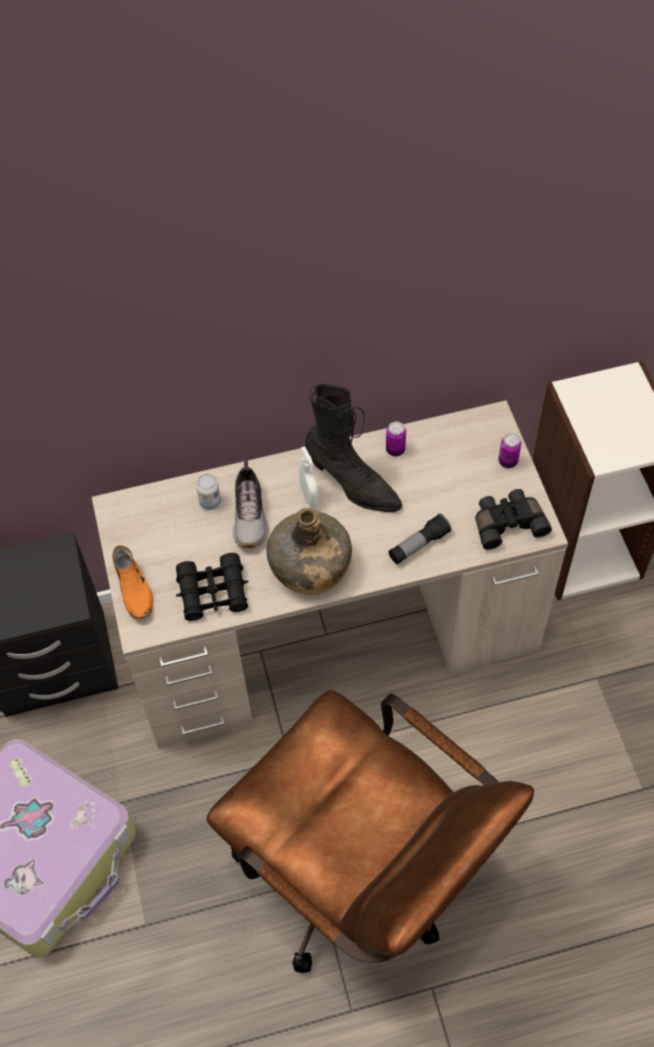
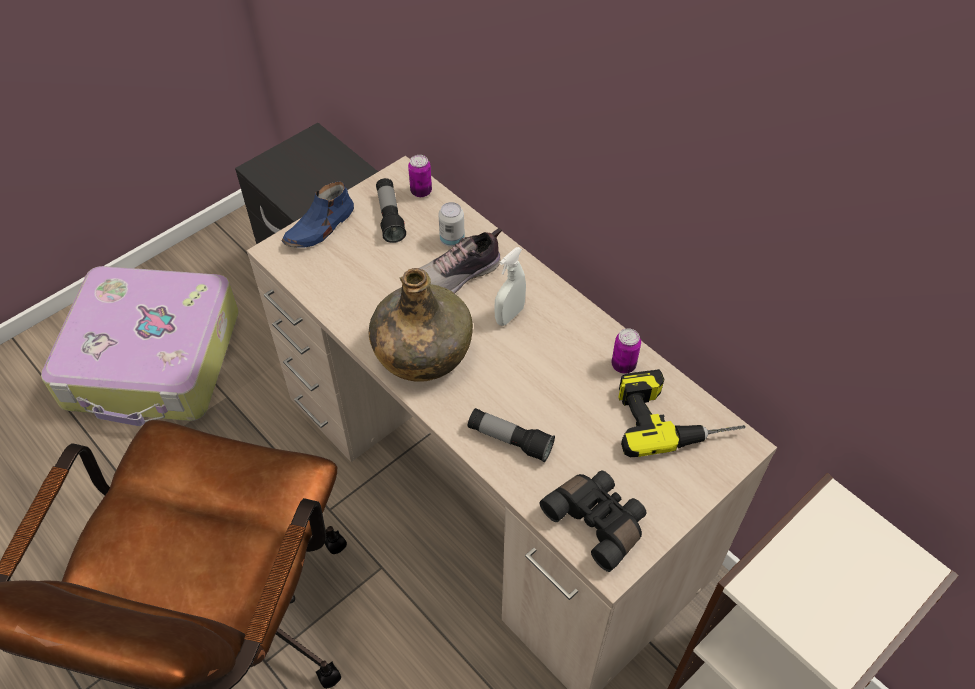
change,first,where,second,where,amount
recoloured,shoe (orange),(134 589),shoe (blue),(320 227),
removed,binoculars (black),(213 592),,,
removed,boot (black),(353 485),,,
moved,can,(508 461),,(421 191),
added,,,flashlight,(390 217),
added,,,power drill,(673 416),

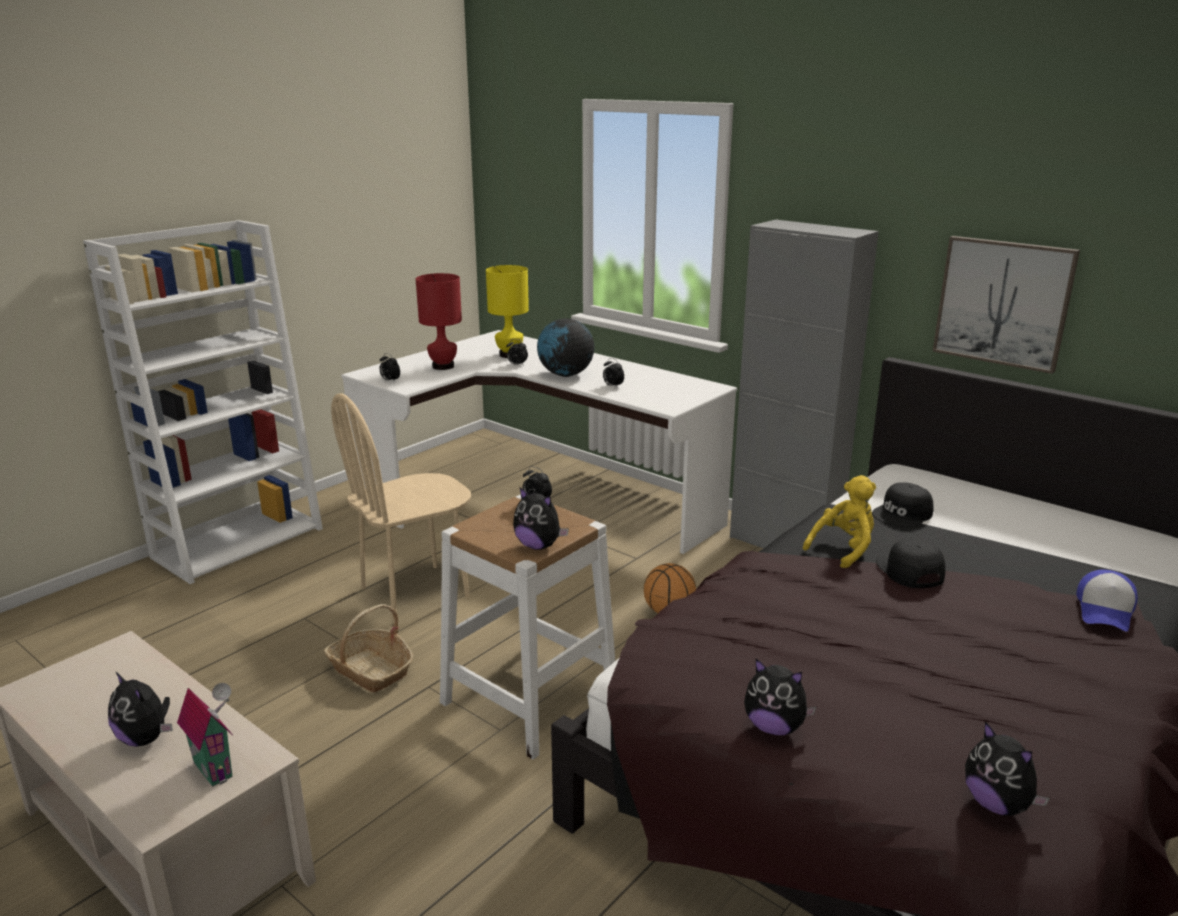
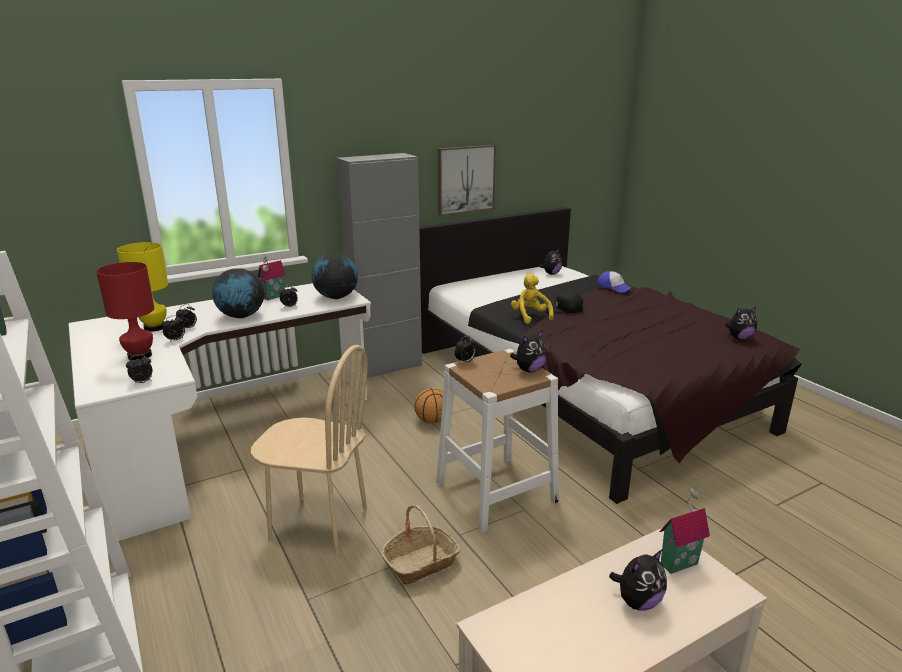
change,first,where,second,where,amount
turned,chair (beige),(415 593),,(319 524),60 degrees counterclockwise
moved,plush toy,(774 727),,(551 274),
removed,cap (black),(903 514),,,
added,,,alarm clock,(176 340),
added,,,toy house,(274 297),
added,,,globe,(336 297),

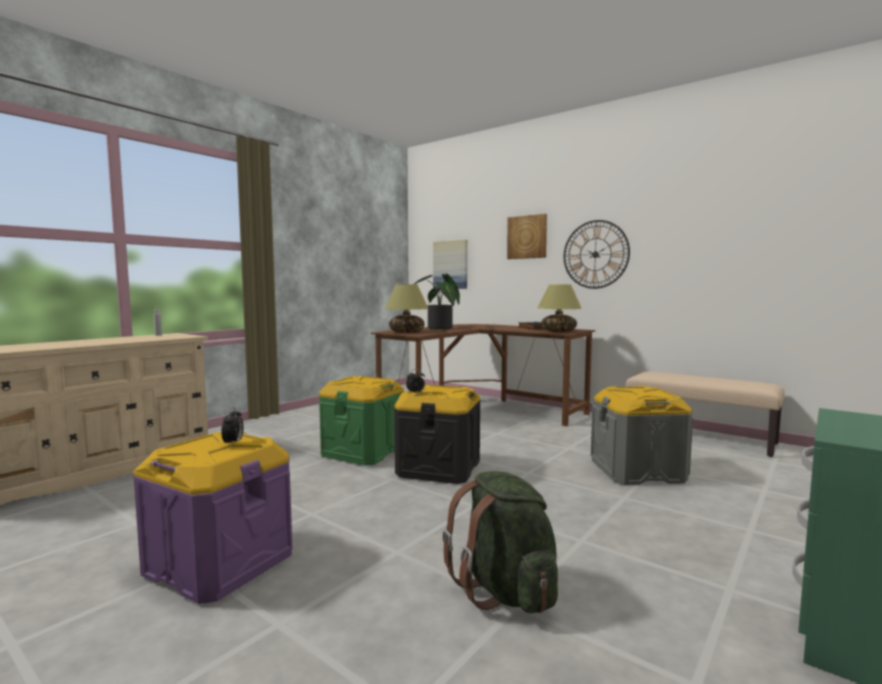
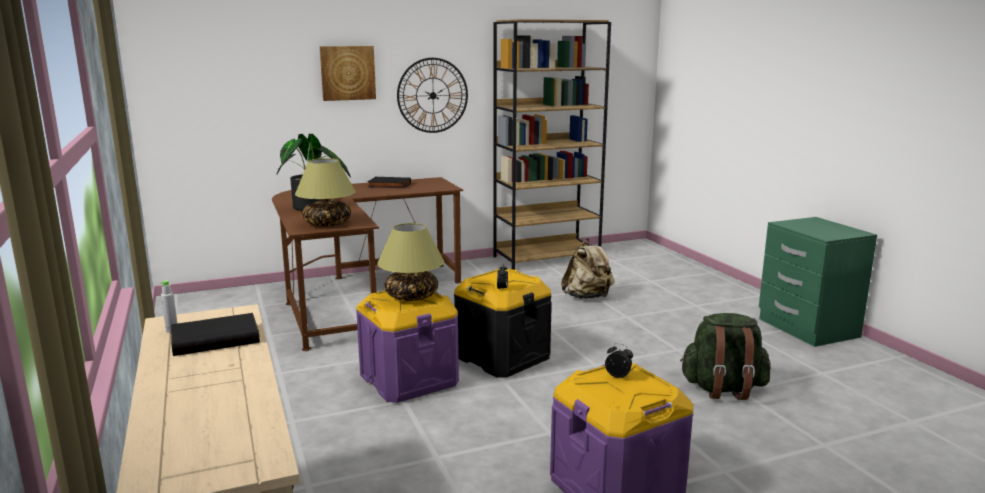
change,first,where,second,where,amount
recoloured,storage box (green),(363 452),storage box (purple),(409 379),
removed,picture,(450 264),,,
moved,table lamp,(559 331),,(412 296),
replaced,storage box (grey),(637 471),backpack (beige),(587 297),
replaced,bench (beige),(699 437),bookcase (brown),(547 258),
added,,,book (black),(216 338),

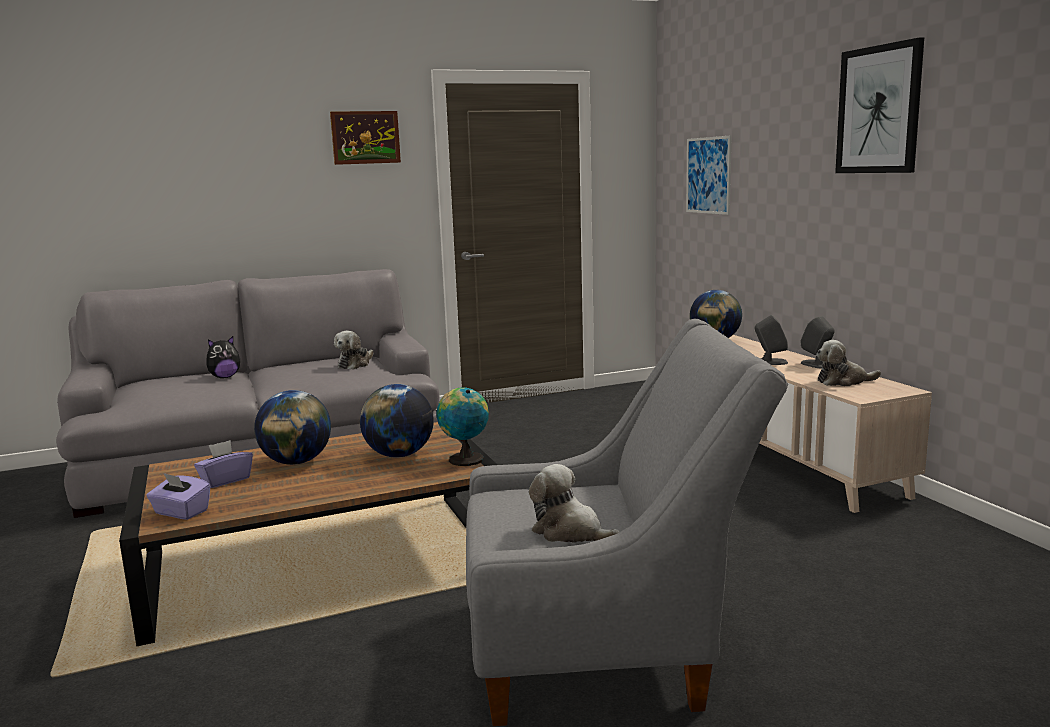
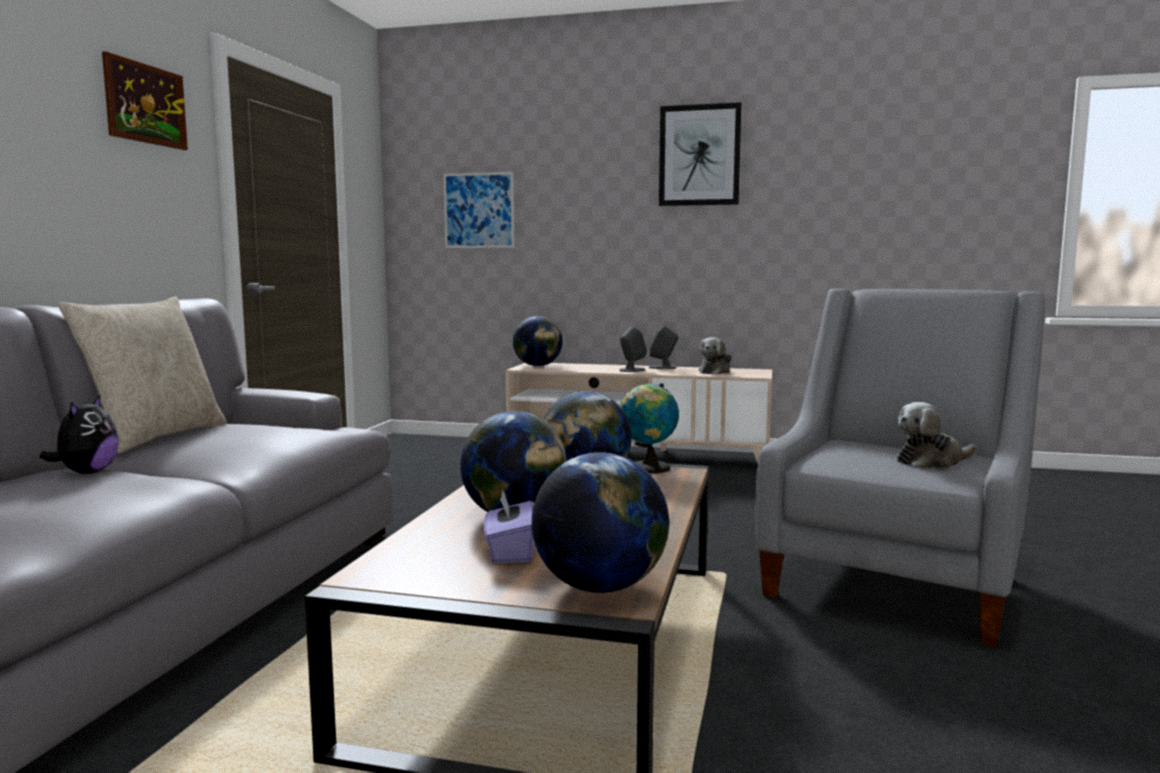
change,first,where,second,where,amount
replaced,tissue box (purple),(181 512),globe,(600 587),
removed,plush toy,(355 364),,,
added,,,pillow (beige),(155 437),

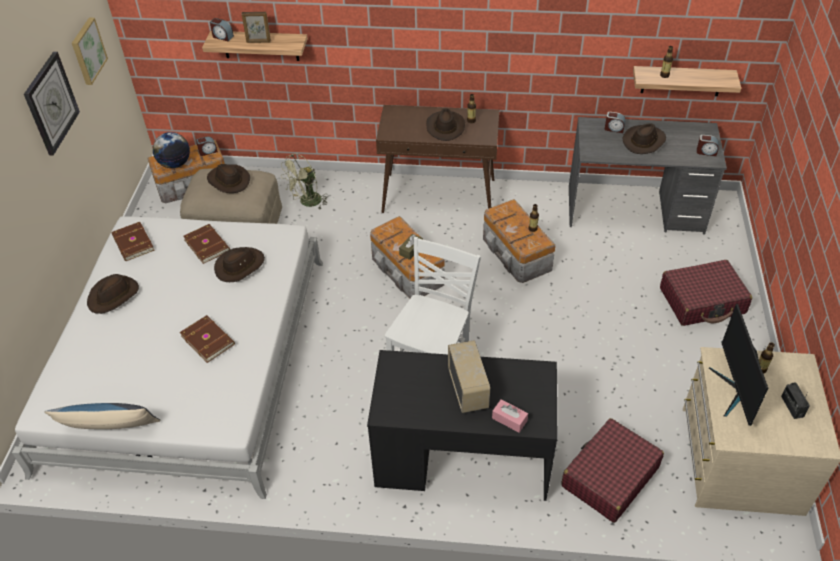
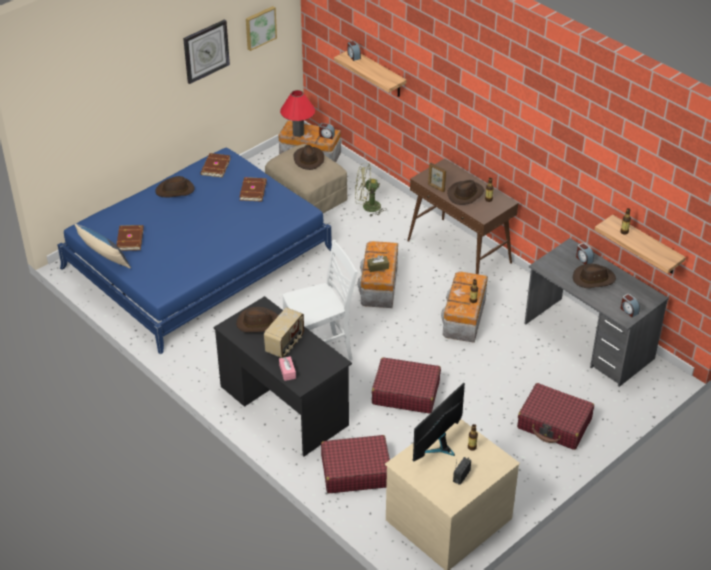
change,first,where,second,where,amount
recoloured,bed (white),(189 359),bed (blue),(198 259),
replaced,globe,(175 164),table lamp (red),(298 133),
moved,book (brown),(208 339),,(131 239),
moved,hat (brown),(239 266),,(258 323),
moved,picture frame,(258 42),,(436 188),
added,,,suitcase (red),(405 392),

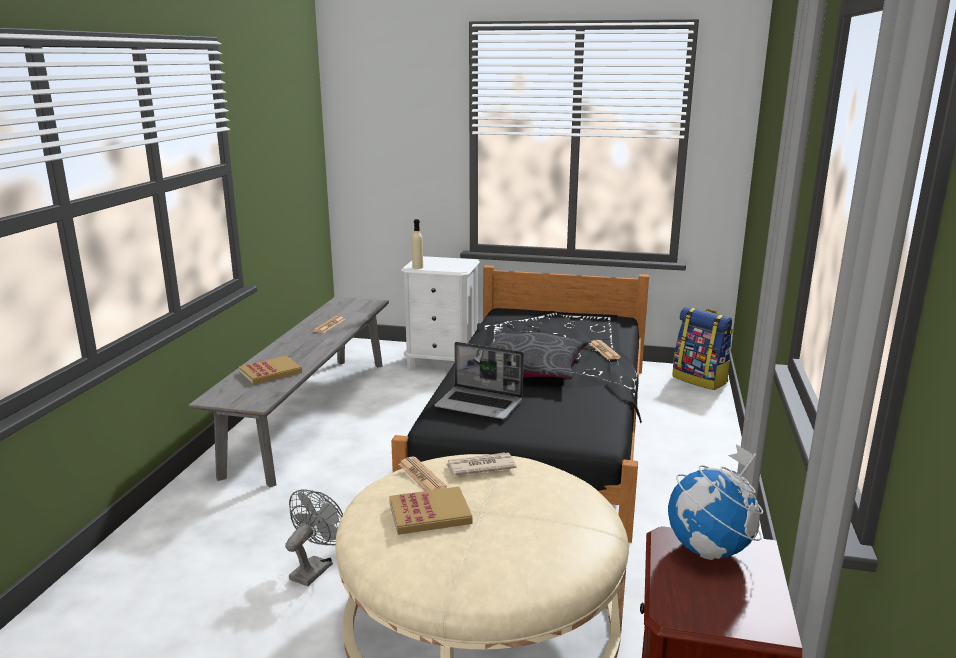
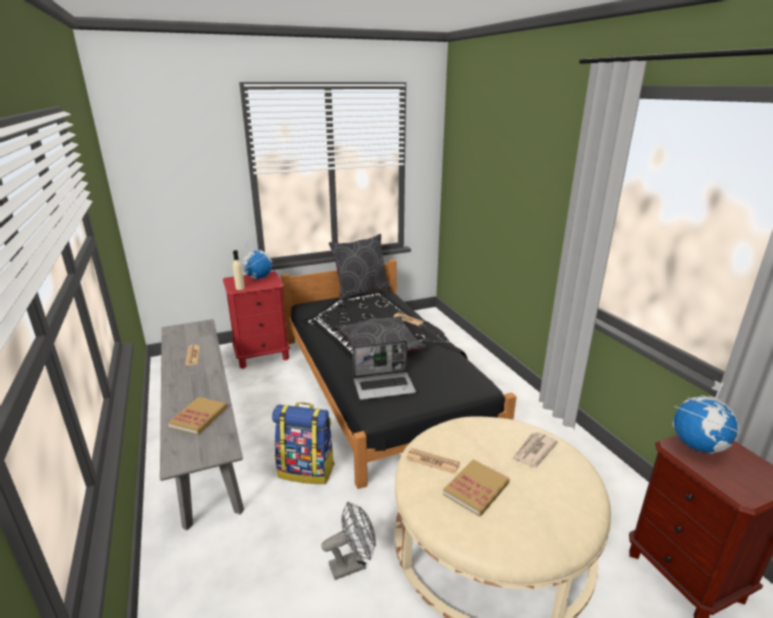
change,first,where,second,where,amount
turned,fan (grey),(315 568),,(352 564),75 degrees clockwise
recoloured,nightstand (white),(442 363),nightstand (red),(262 355),
moved,newspaper,(480 466),,(533 451),
moved,backpack,(700 380),,(307 470),
added,,,globe,(258 278),
added,,,pillow (grey),(361 291),

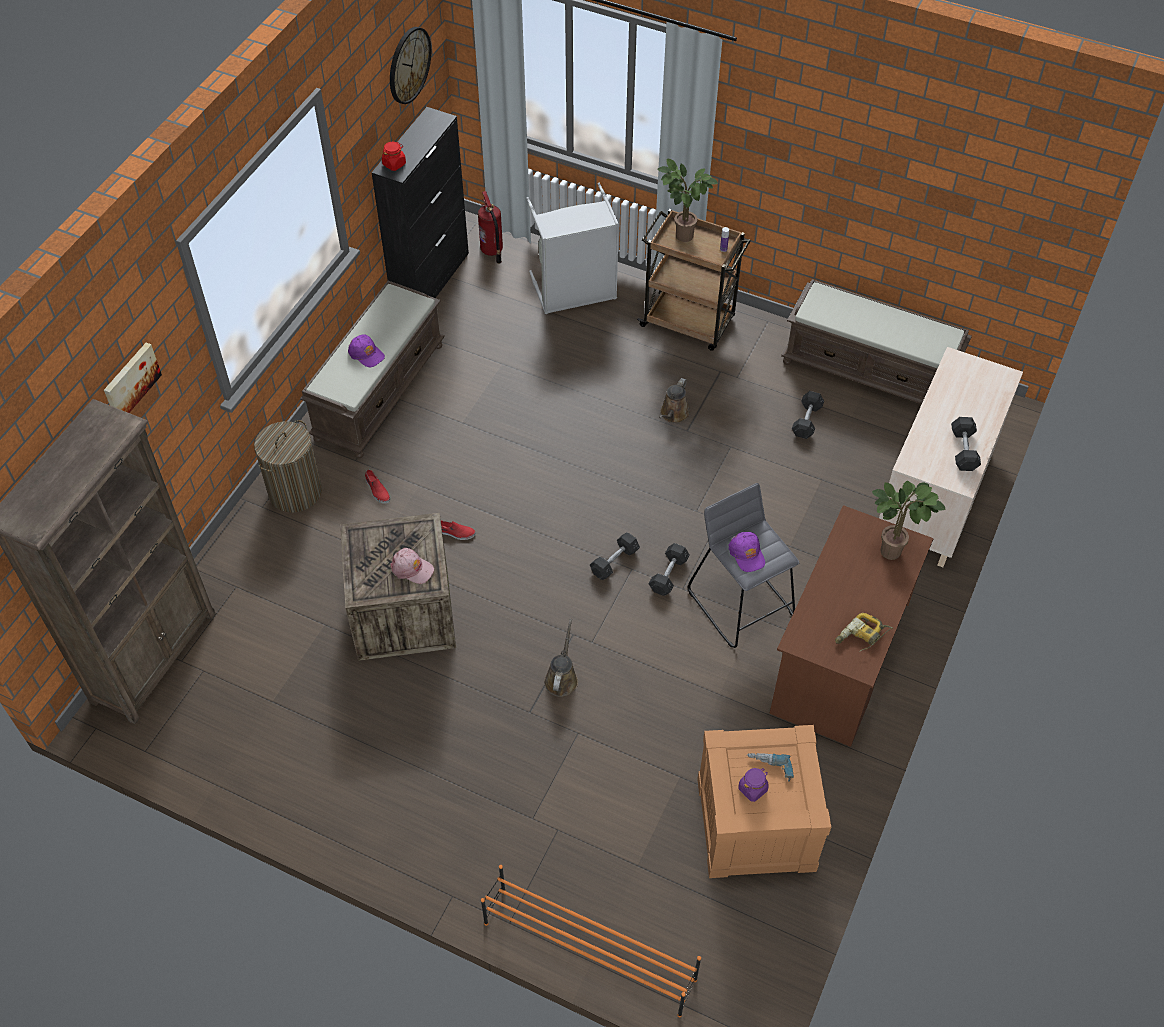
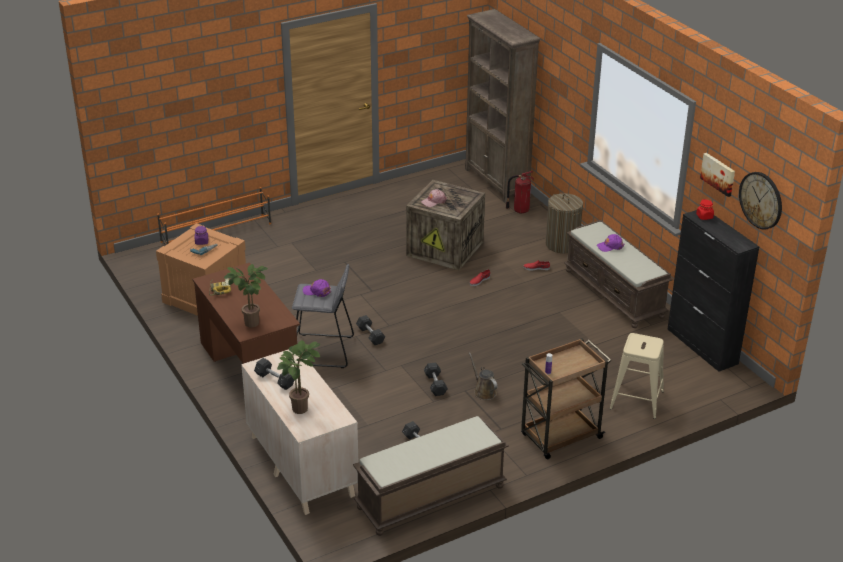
change,first,where,second,where,amount
moved,picture,(130 381),,(718 174),
moved,fire extinguisher,(492 251),,(520 210),
replaced,laundry basket (grey),(575 292),stool (beige),(637 400),
removed,watering can (brown),(561 678),,,
moved,dumbbell (grey),(614 561),,(435 384),
moved,potted plant,(681 237),,(300 407),

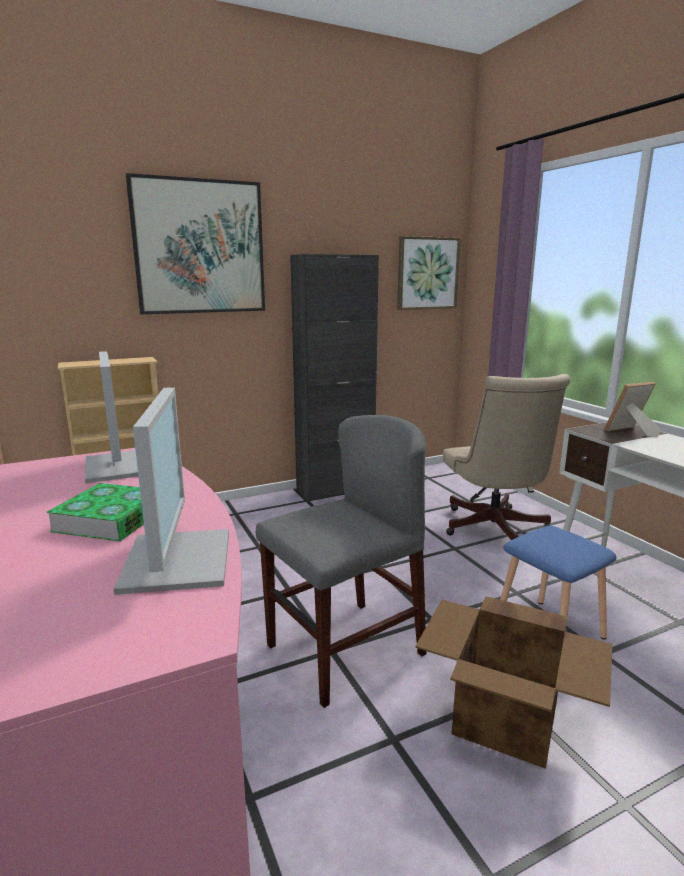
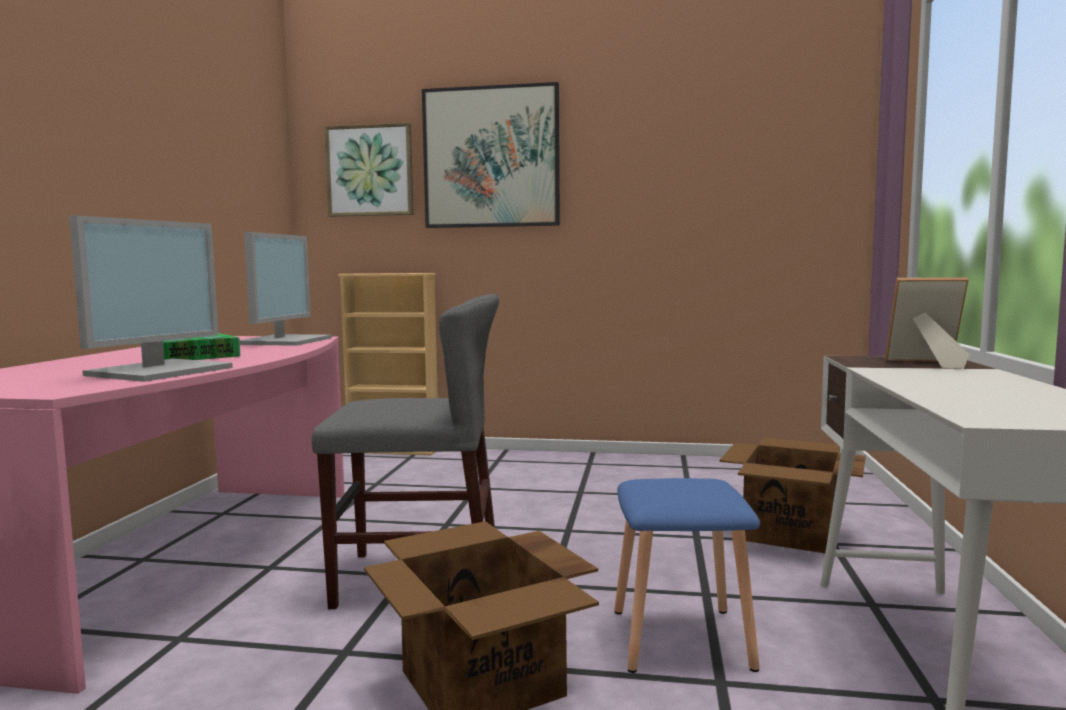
change,first,where,second,where,amount
removed,cabinet (black),(335 489),,,
moved,picture,(427 273),,(370 171),
replaced,office chair (beige),(494 530),cardboard box,(789 534),

